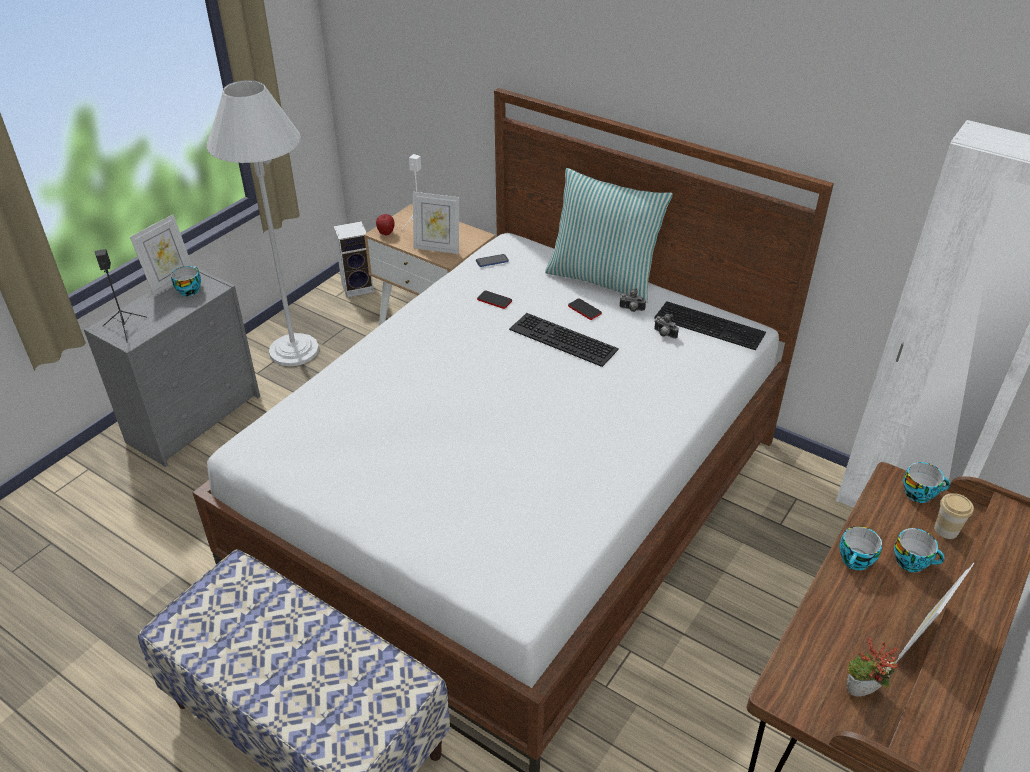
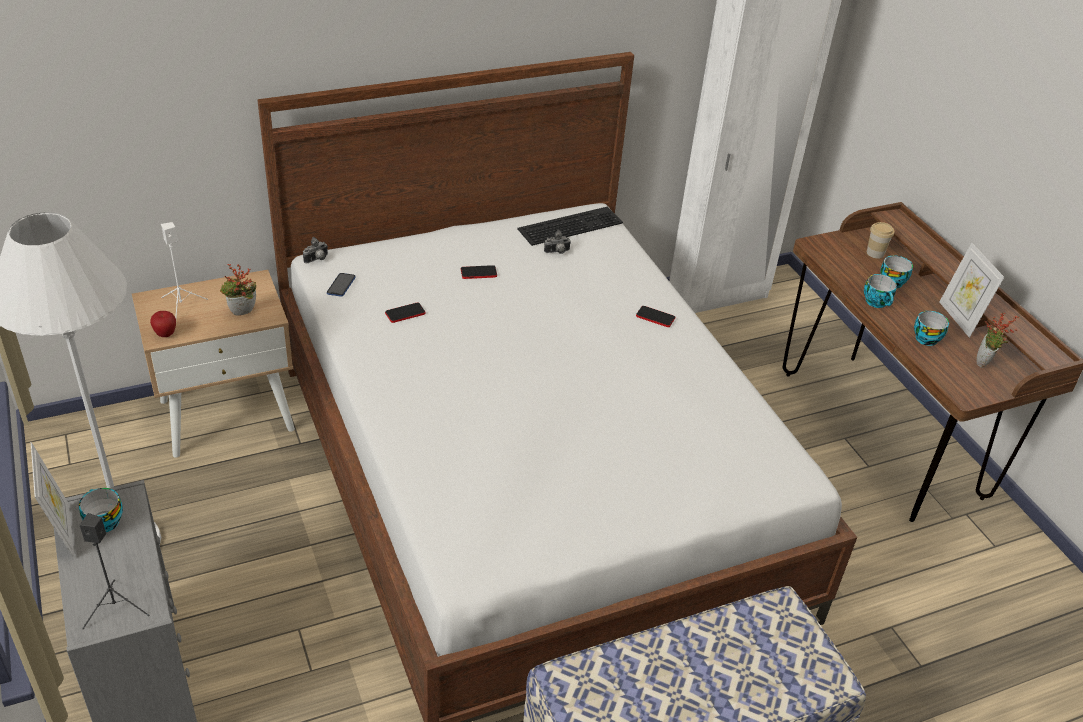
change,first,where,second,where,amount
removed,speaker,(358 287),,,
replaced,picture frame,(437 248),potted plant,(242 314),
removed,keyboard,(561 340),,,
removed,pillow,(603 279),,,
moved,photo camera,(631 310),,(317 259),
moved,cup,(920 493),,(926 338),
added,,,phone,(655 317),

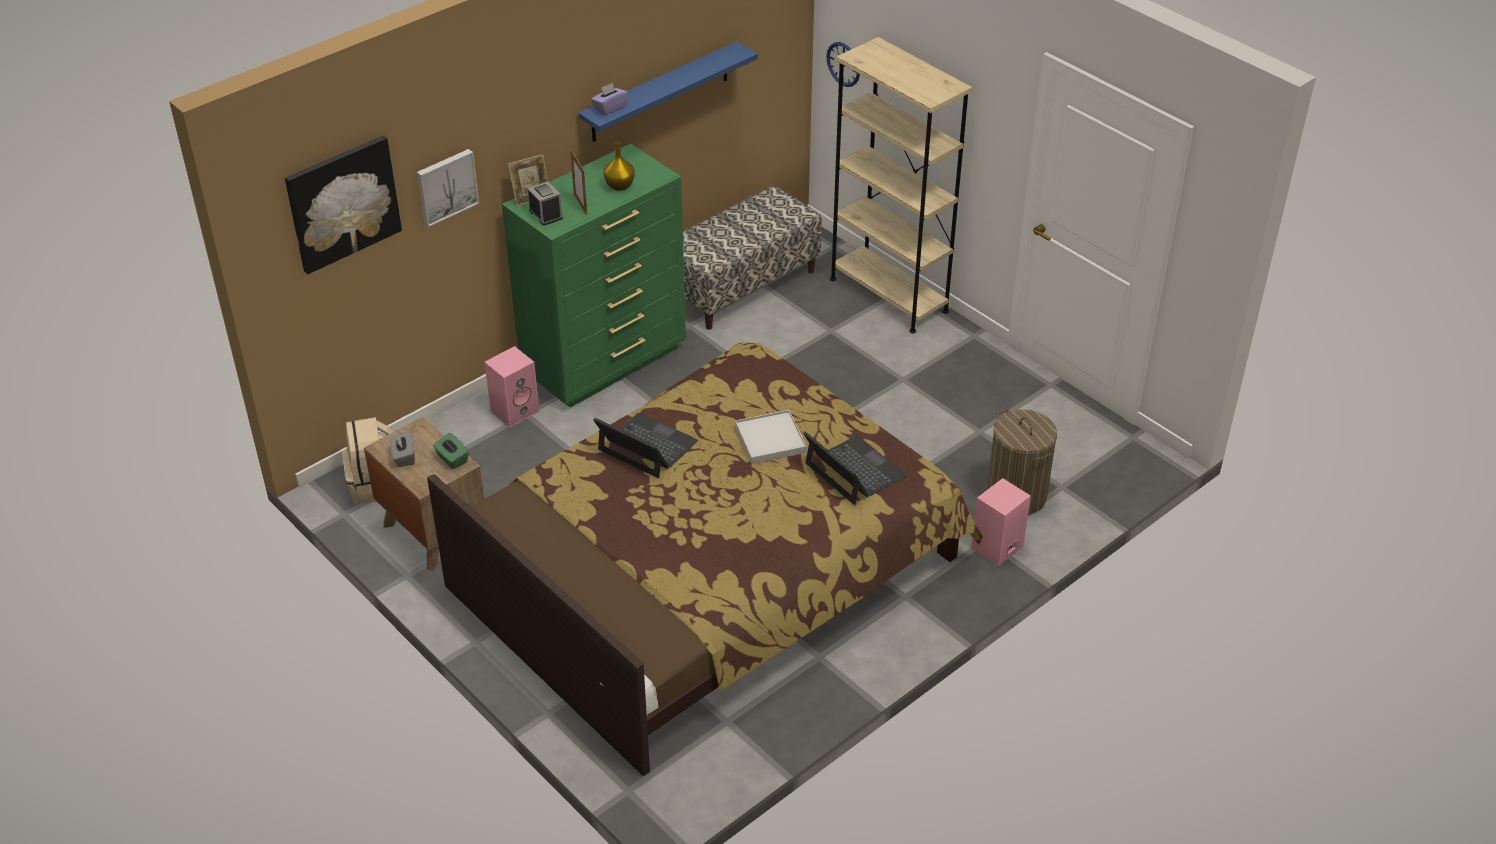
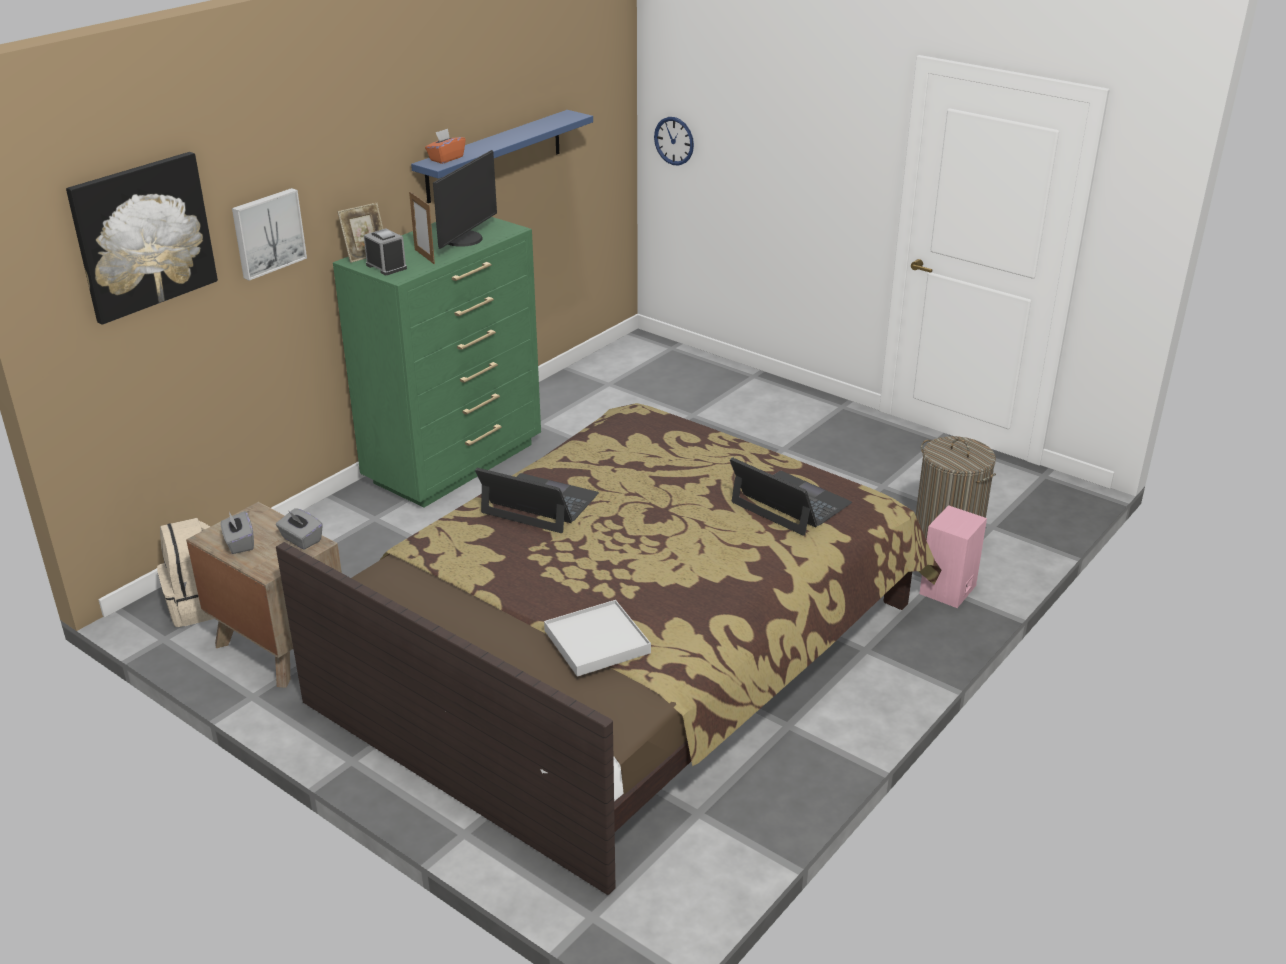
change,first,where,second,where,amount
recoloured,tissue box (green),(452 459),tissue box (grey),(301 540),
removed,speaker (pink),(515 410),,,
recoloured,tissue box (purple),(610 108),tissue box (orange),(446 158),
replaced,vase (yellow),(619 185),monitor,(465 239),
removed,bench,(742 285),,,
moved,tray (white),(770 439),,(597 641),
removed,bookcase (beige),(888 295),,,

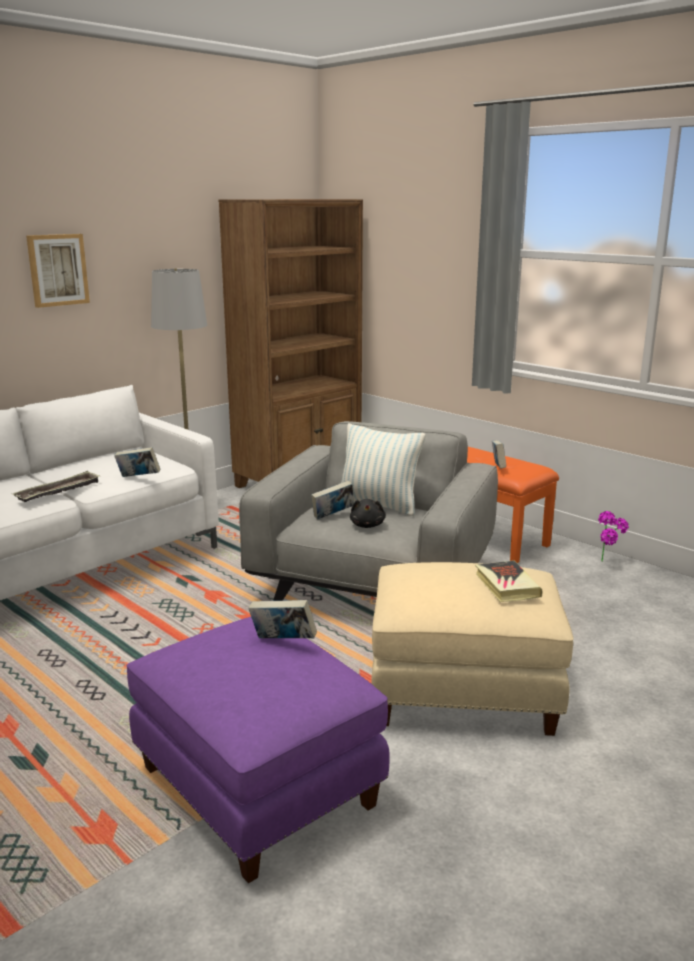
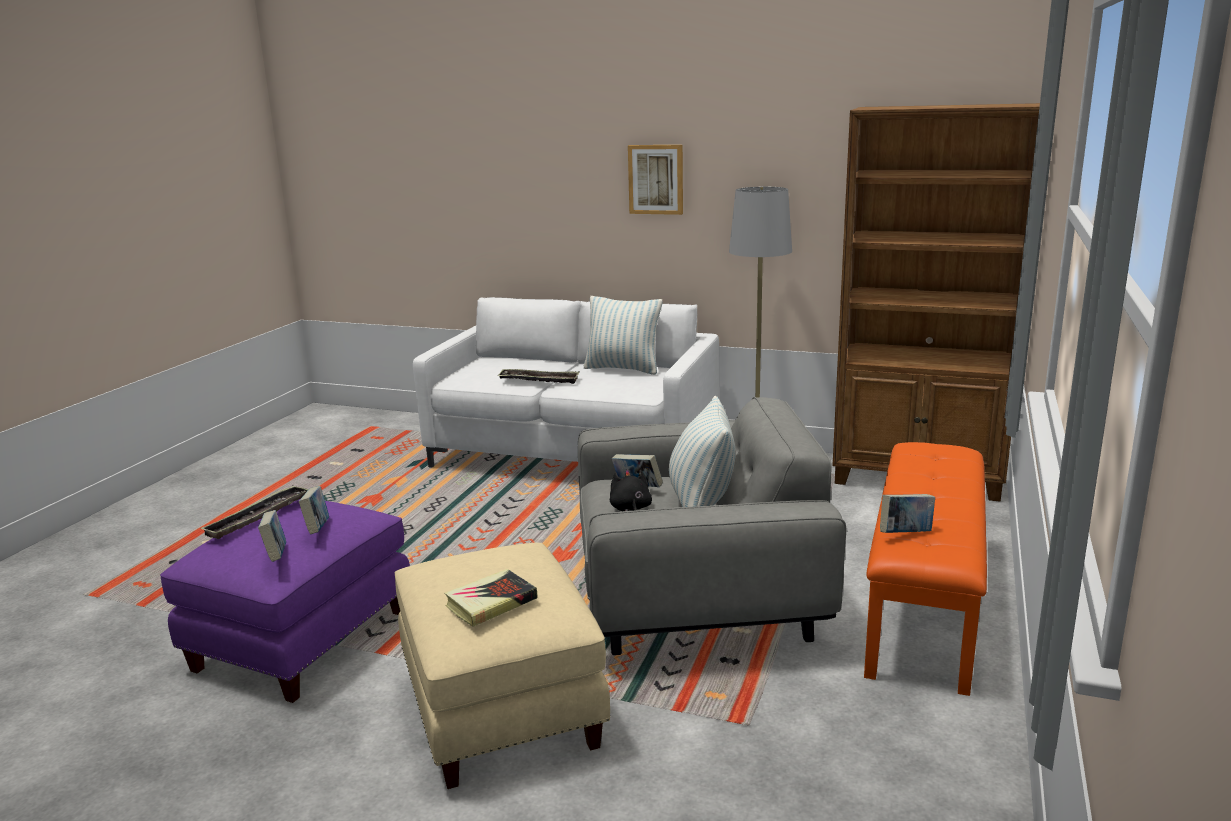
change,first,where,second,where,amount
moved,book,(138 477),,(276 556),
turned,plush toy (black),(367 525),,(630 509),105 degrees clockwise
removed,potted plant,(608 563),,,
added,,,tray,(258 517),
added,,,pillow,(623 369),

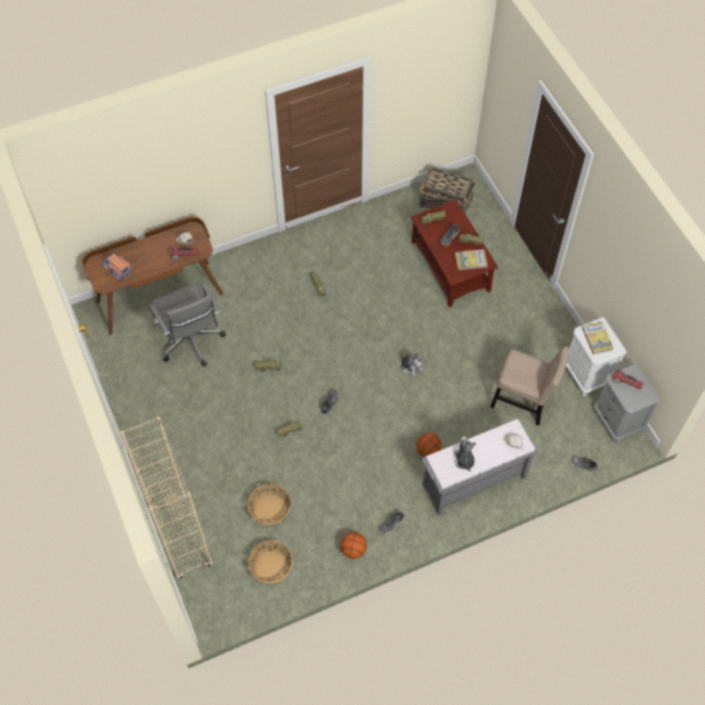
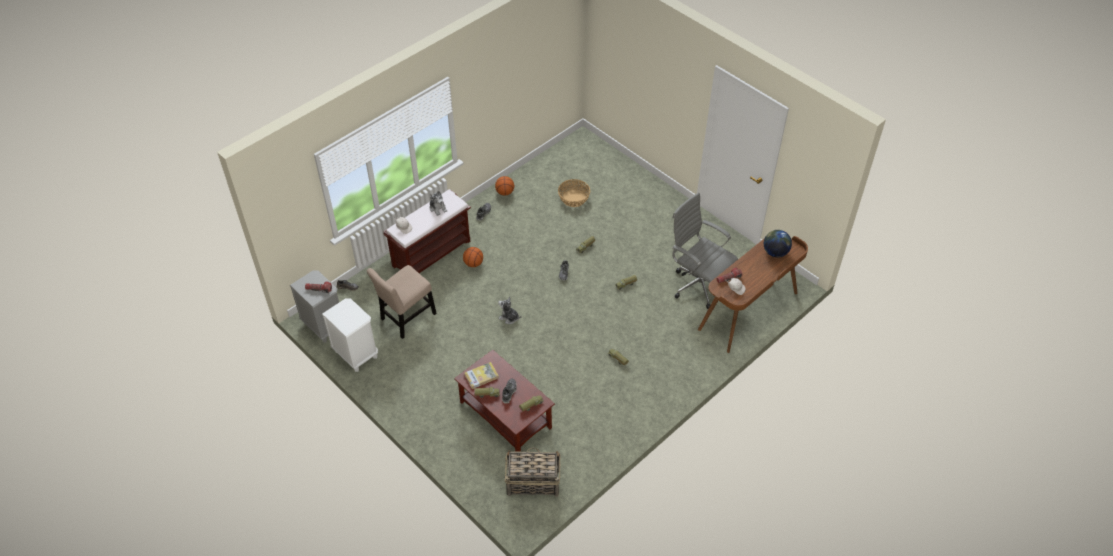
change,first,where,second,where,amount
replaced,toy truck,(117 269),globe,(775 252),
removed,bookcase (beige),(181 537),,,
removed,basket,(271 567),,,
recoloured,bench (grey),(473 482),bench (brown),(432 253),
turned,chair (beige),(523 402),,(406 318),45 degrees counterclockwise
removed,book,(597 339),,,

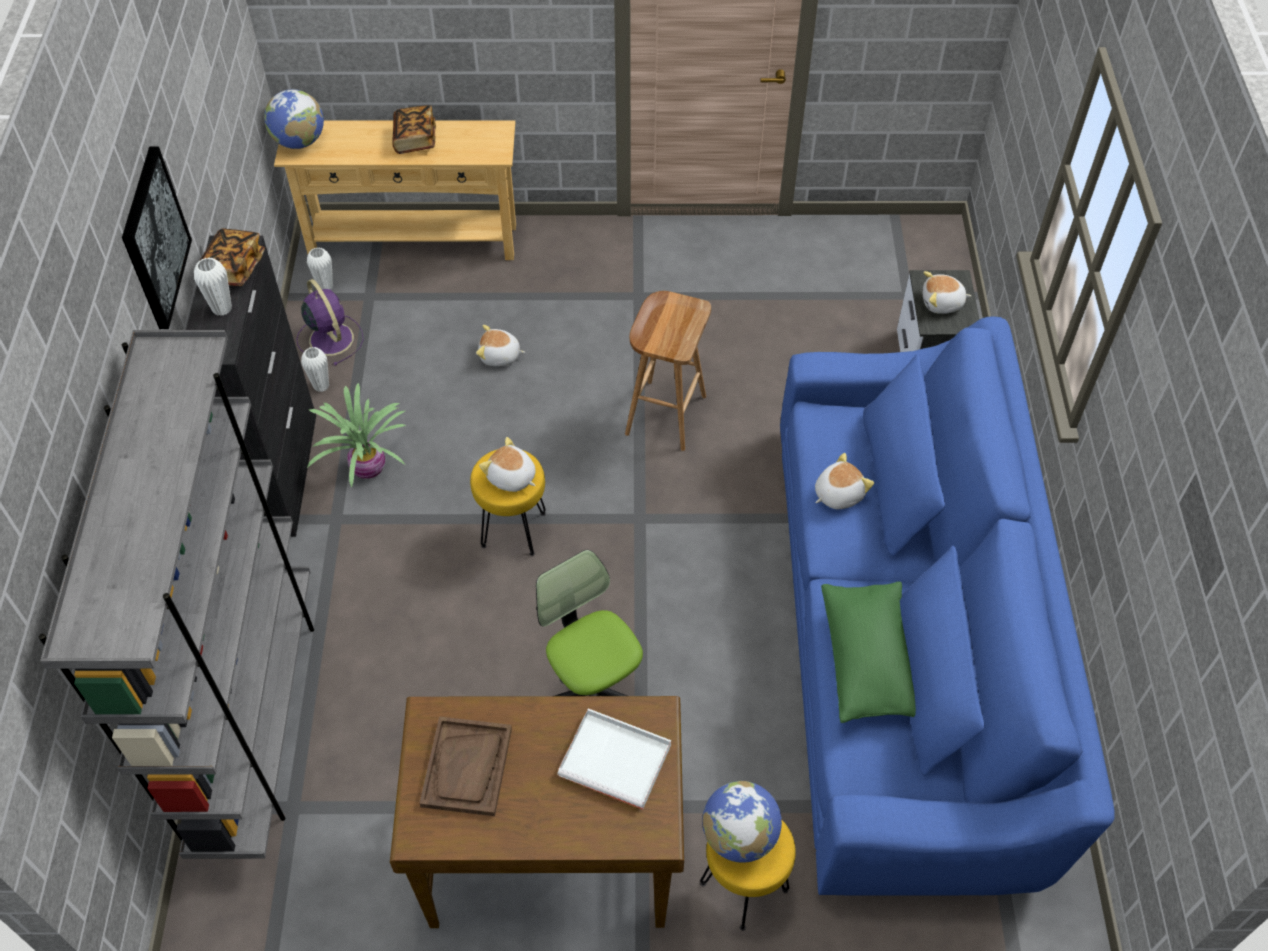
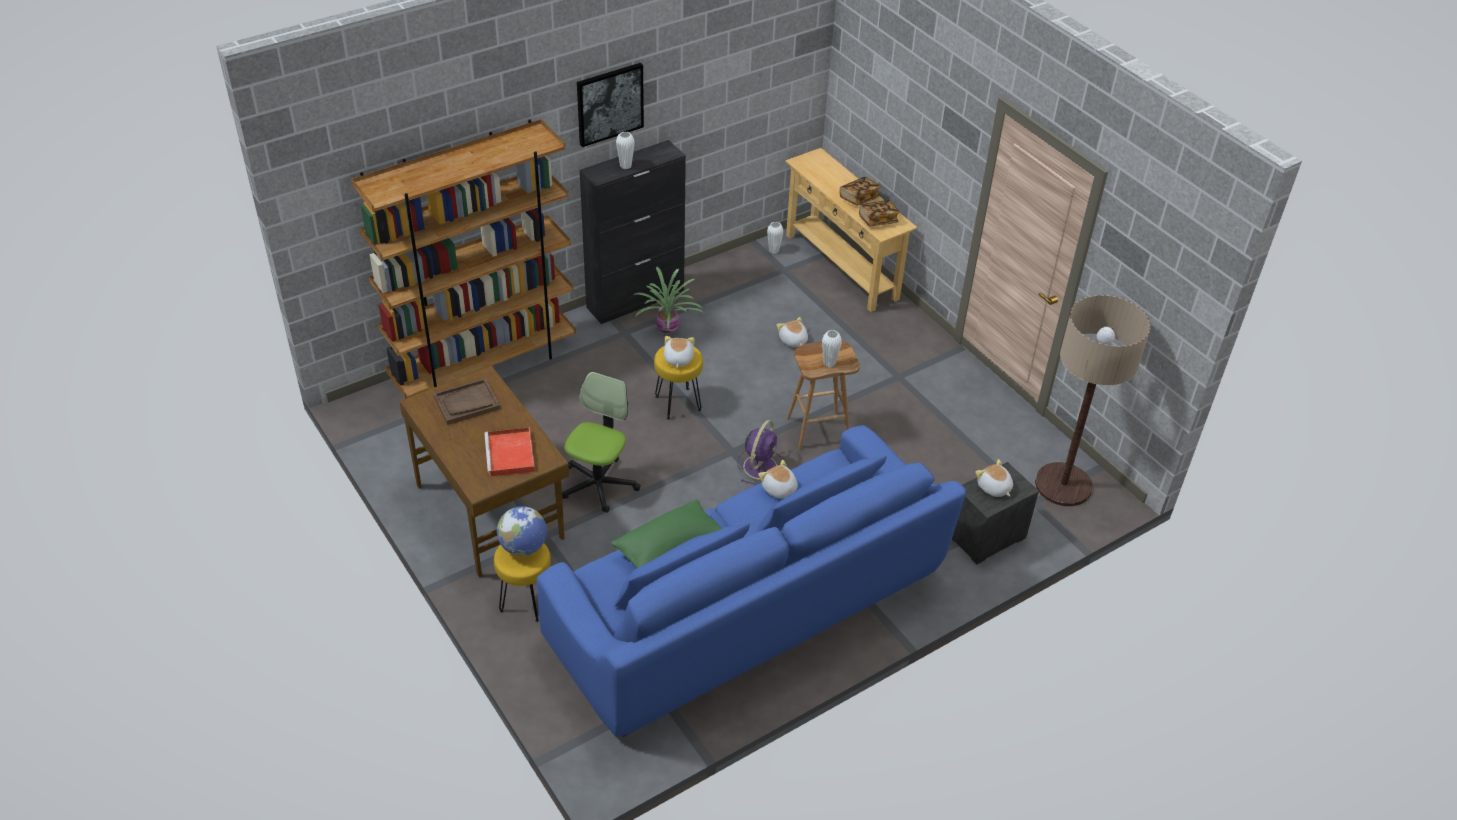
change,first,where,second,where,amount
recoloured,bookcase (grey),(256 719),bookcase (brown),(484 365),
moved,book,(233 268),,(878 220),
removed,globe,(299 142),,,
moved,fan (purple),(330 338),,(761 466),
moved,vase (white),(321 386),,(829 363),
recoloured,tray (white),(617 760),tray (red),(511 455),
turned,plush toy,(837 493),,(779 489),150 degrees counterclockwise
added,,,floor lamp,(1063 485),

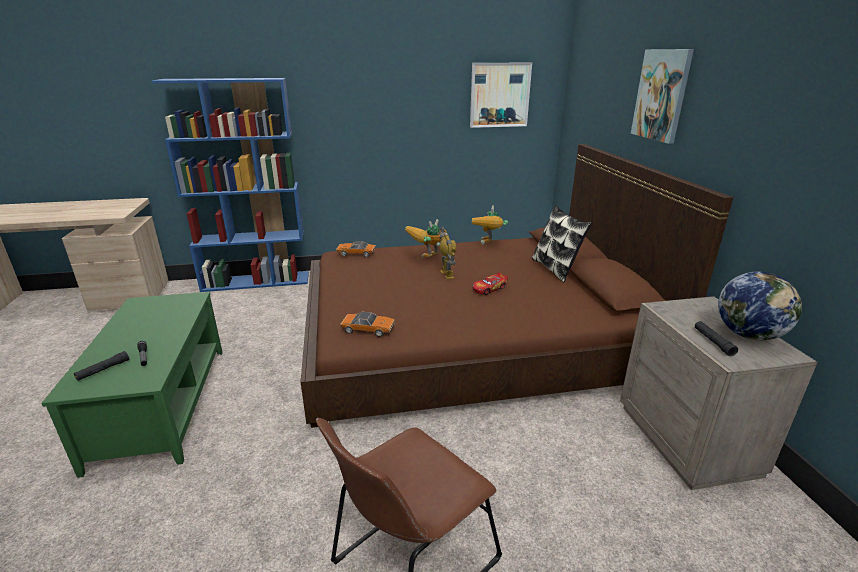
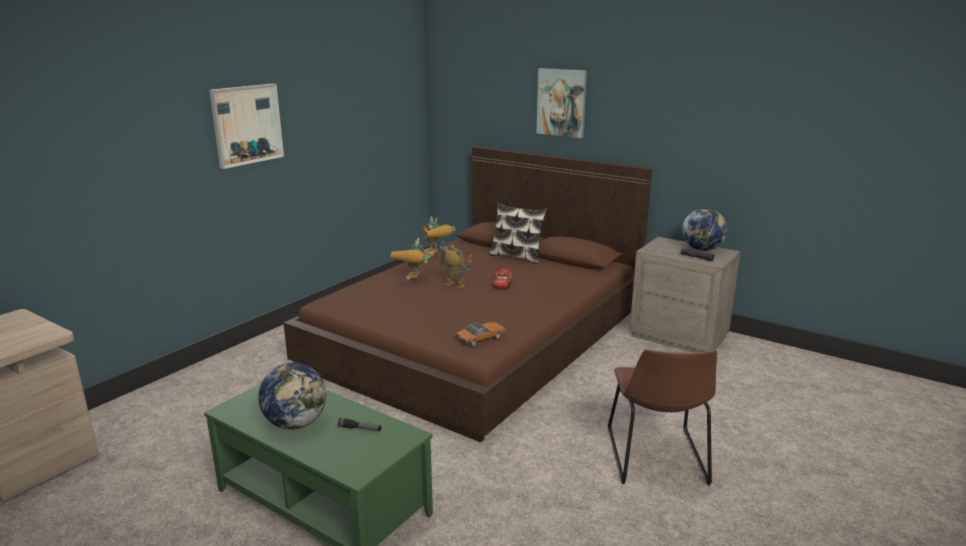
change,first,where,second,where,amount
removed,flashlight (black),(103 370),,,
removed,bookcase (blue),(257 281),,,
removed,toy car,(356 253),,,
moved,picture,(499 95),,(247 124),
added,,,globe,(296 423),

